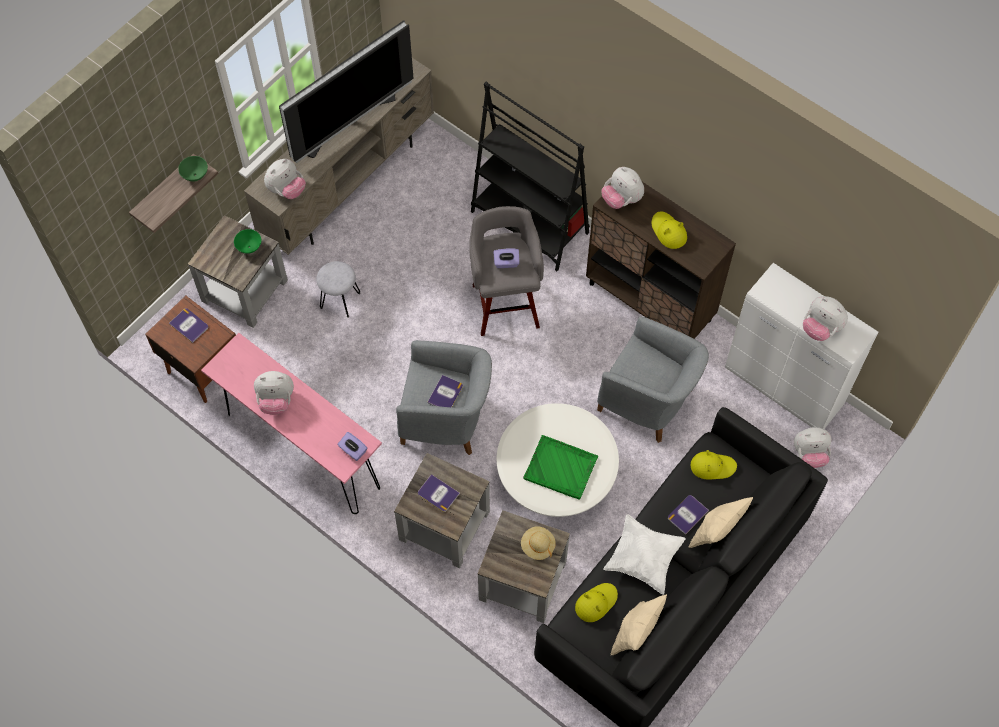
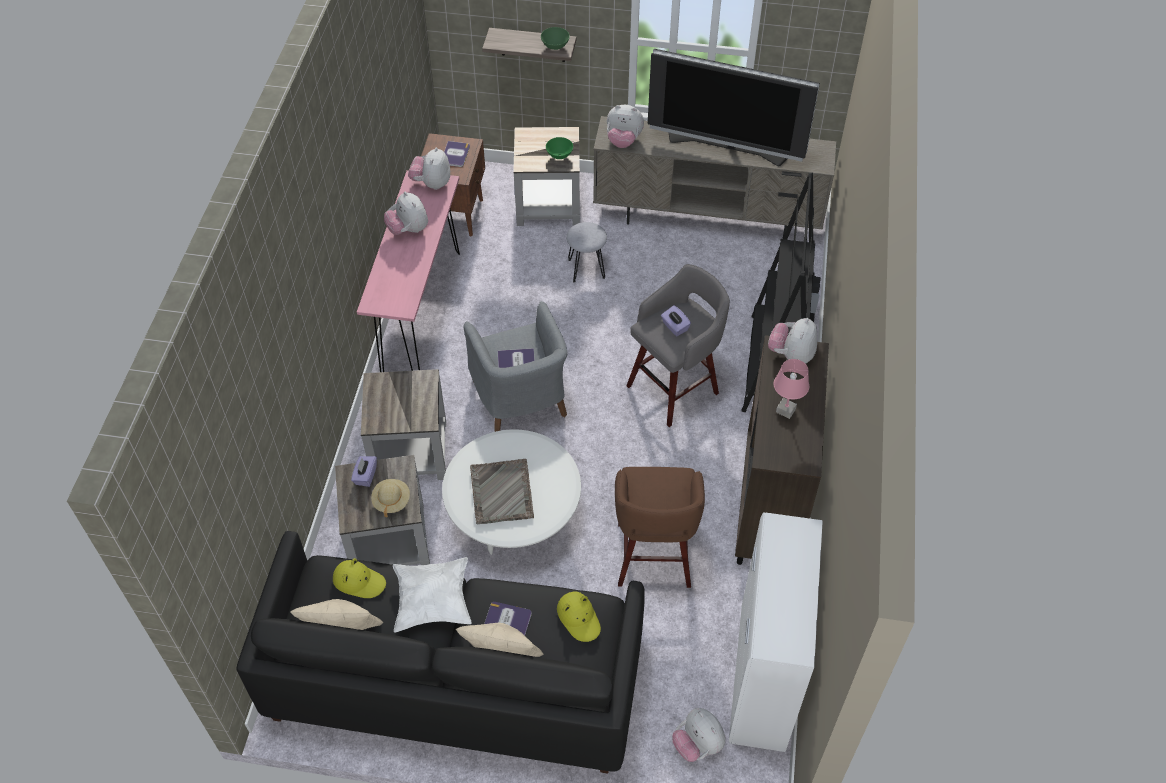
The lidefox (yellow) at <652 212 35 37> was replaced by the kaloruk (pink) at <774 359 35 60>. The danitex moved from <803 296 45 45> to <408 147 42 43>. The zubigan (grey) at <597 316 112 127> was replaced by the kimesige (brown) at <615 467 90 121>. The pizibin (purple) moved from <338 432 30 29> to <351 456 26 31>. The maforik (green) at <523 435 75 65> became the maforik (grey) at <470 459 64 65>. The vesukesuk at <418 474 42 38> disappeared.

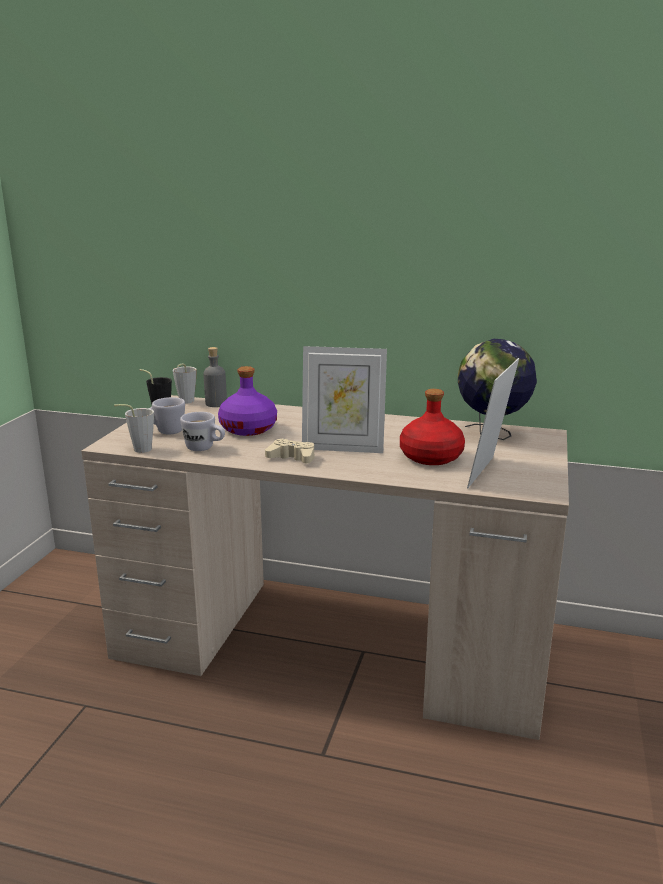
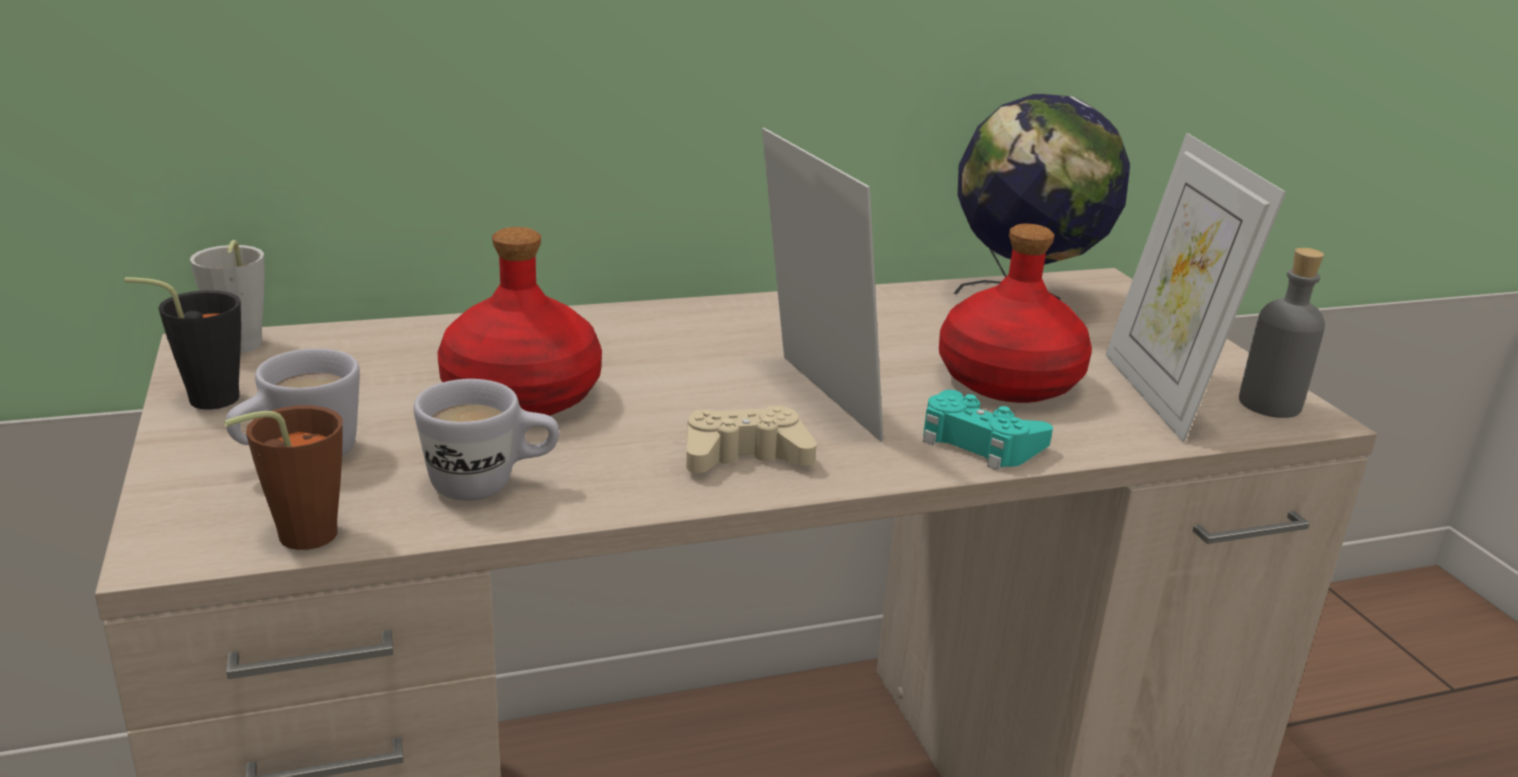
The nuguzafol at <302 346 85 107> turned 90 degrees counterclockwise. The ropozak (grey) moved from <203 347 24 60> to <1239 248 86 170>. The ropozak (purple) at <218 366 59 70> became the ropozak (red) at <438 227 164 189>. The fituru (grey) at <114 404 40 49> became the fituru (brown) at <224 405 119 145>. The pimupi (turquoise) at <923 390 130 80> appeared.

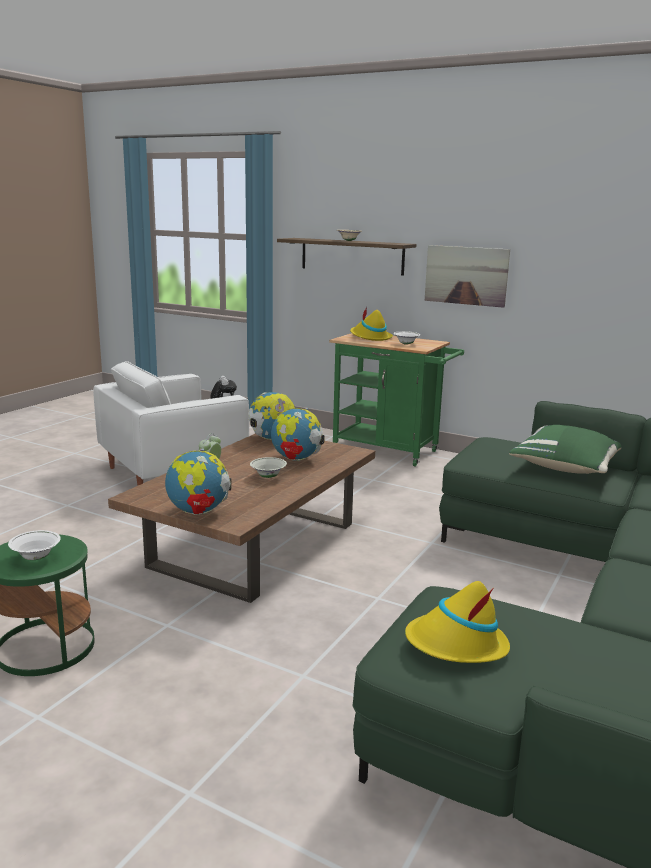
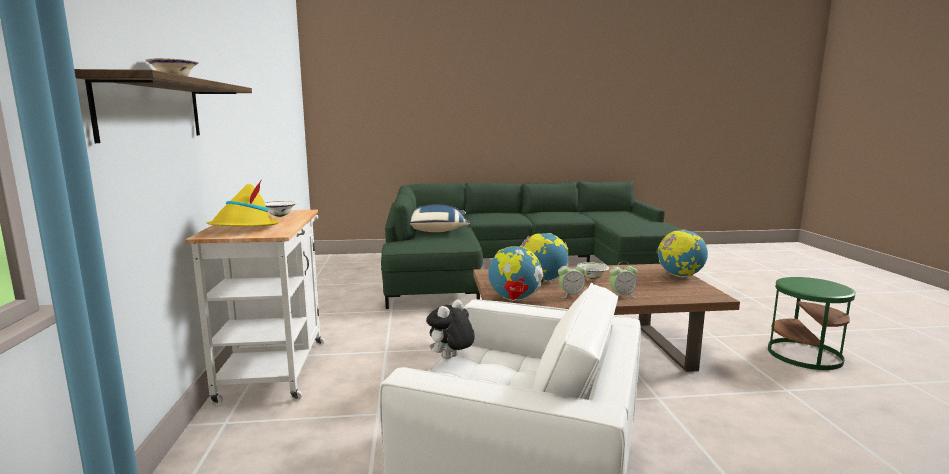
The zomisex at <425 245 85 63> disappeared. The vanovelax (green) at <329 333 135 134> became the vanovelax (white) at <185 210 139 195>. The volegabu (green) at <509 425 113 49> became the volegabu (blue) at <410 204 60 28>. The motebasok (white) at <8 530 53 30> disappeared. The lidefox (yellow) at <405 581 105 82> disappeared. The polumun at <558 261 28 37> appeared.

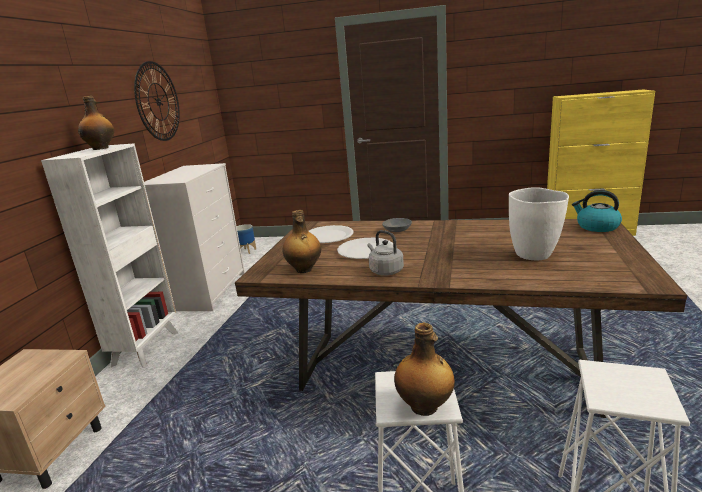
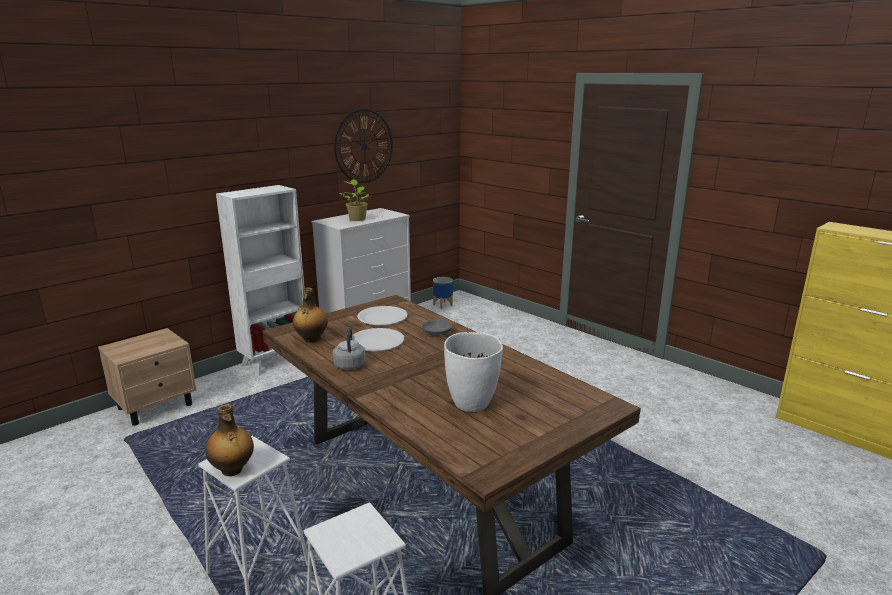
The ropozak at <78 96 36 54> disappeared. The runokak at <572 190 50 42> disappeared. The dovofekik at <340 179 31 42> appeared.

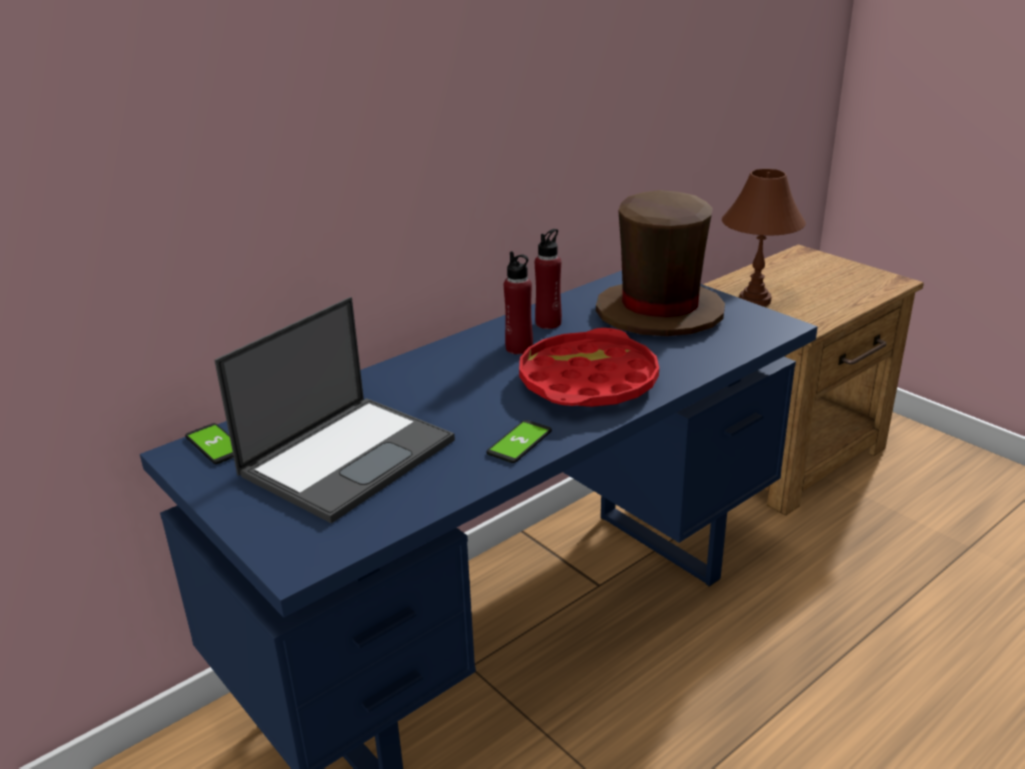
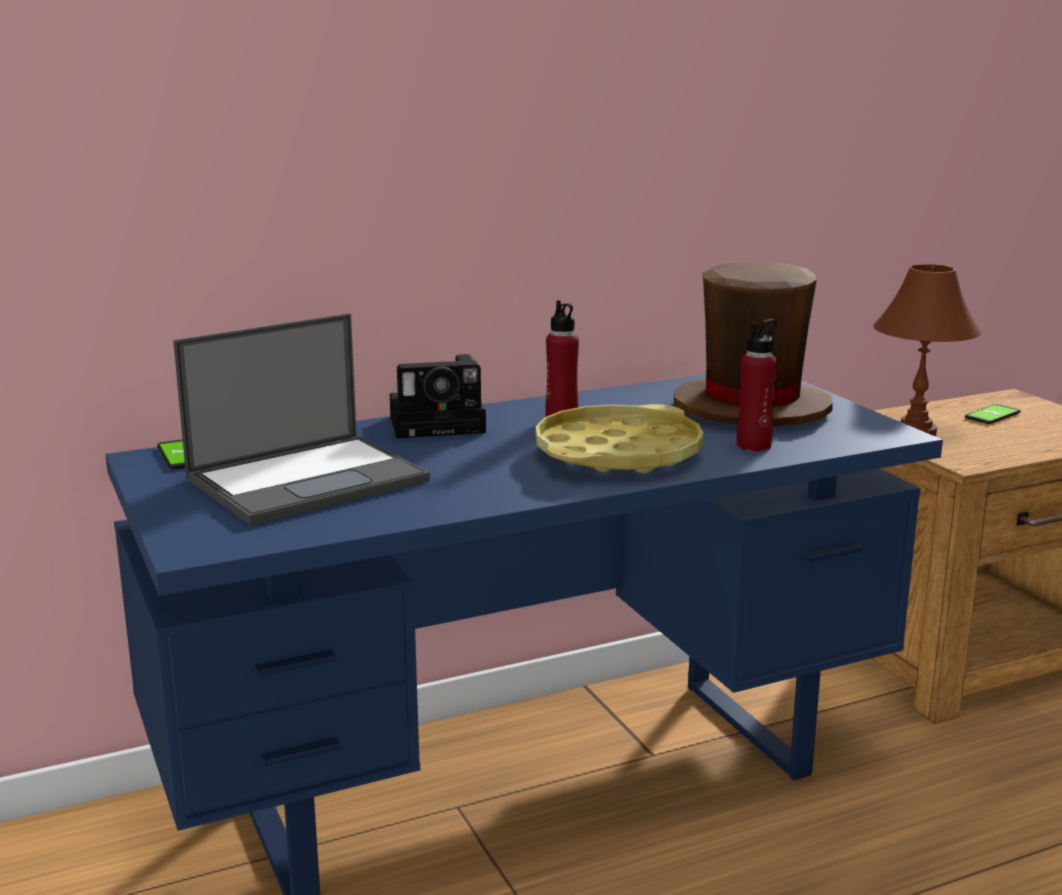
The ropozak (red) moved from <535 229 27 100> to <737 319 40 133>. The maforik (red) at <519 328 140 79> became the maforik (yellow) at <536 404 168 69>. The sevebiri moved from <487 420 65 43> to <965 404 56 20>. The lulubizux at <390 354 96 84> appeared.

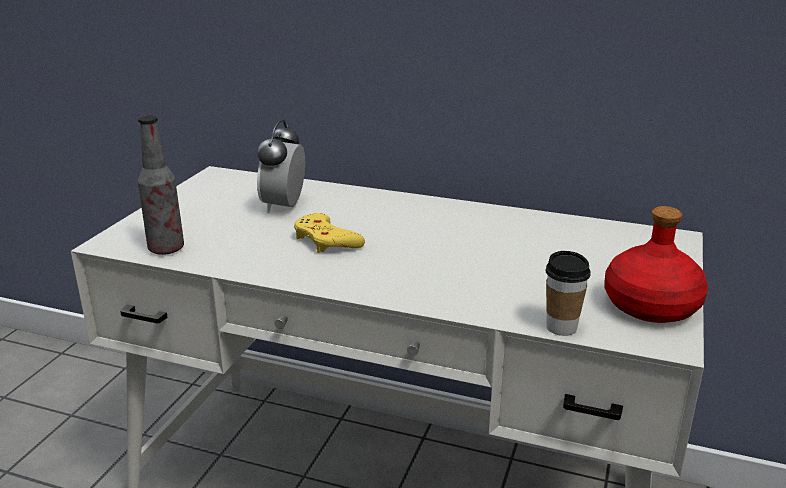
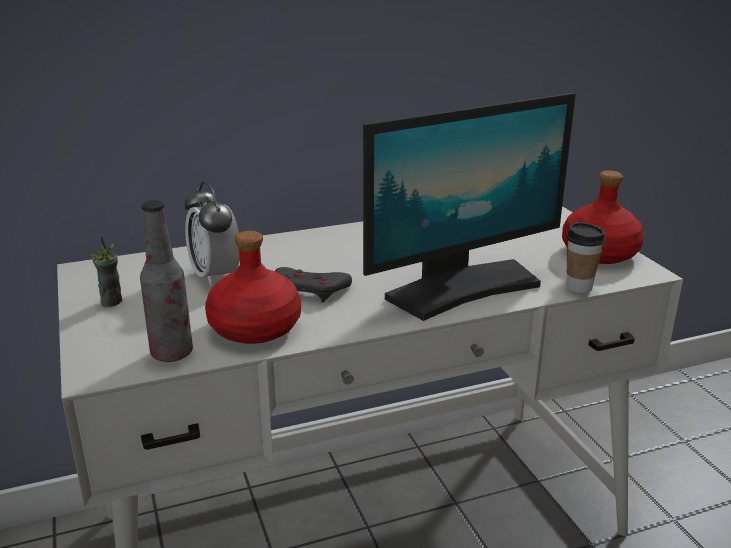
The pimupi (yellow) at <294 213 71 40> became the pimupi (grey) at <275 267 77 35>. The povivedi at <363 93 213 228> appeared. The ropozak (red) at <205 231 96 113> appeared. The fituru at <90 236 32 71> appeared.

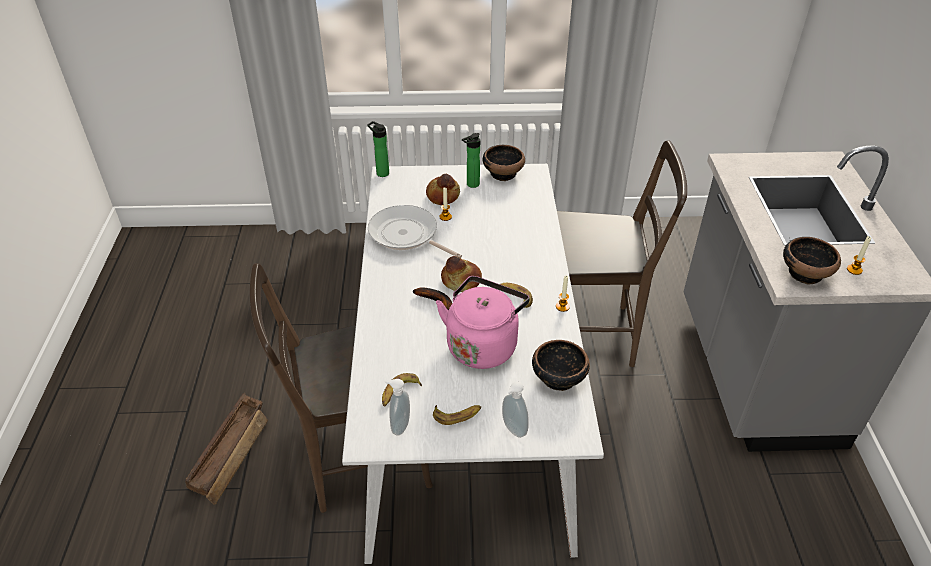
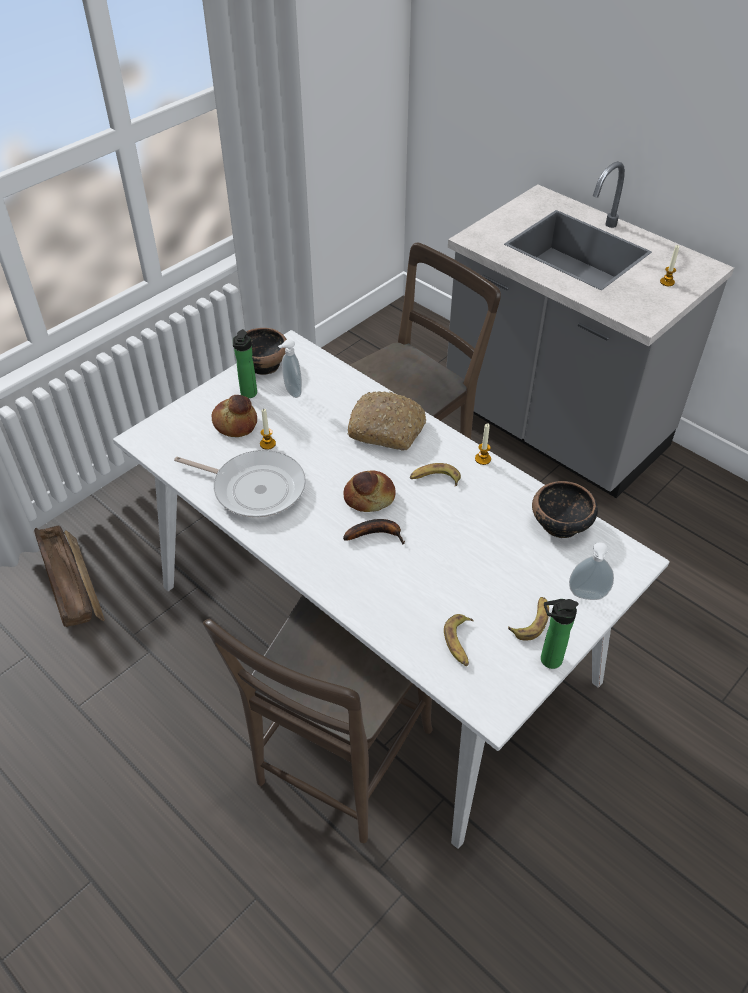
The ropozak moved from <368 121 21 56> to <541 599 38 70>. The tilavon at <368 205 94 53> turned 150 degrees counterclockwise. The motebasok at <783 237 58 47> disappeared. The runokak (pink) at <436 276 94 93> disappeared. The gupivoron moved from <385 379 25 57> to <278 339 24 59>. The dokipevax moved from <185 393 83 112> to <34 525 71 102>. The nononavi at <347 391 79 59> appeared.

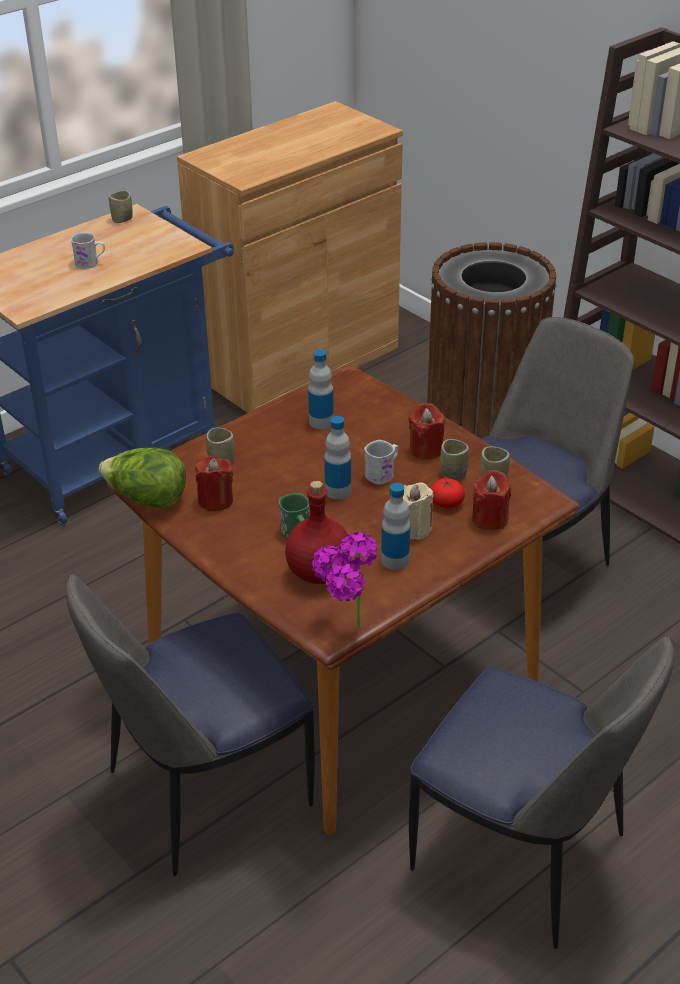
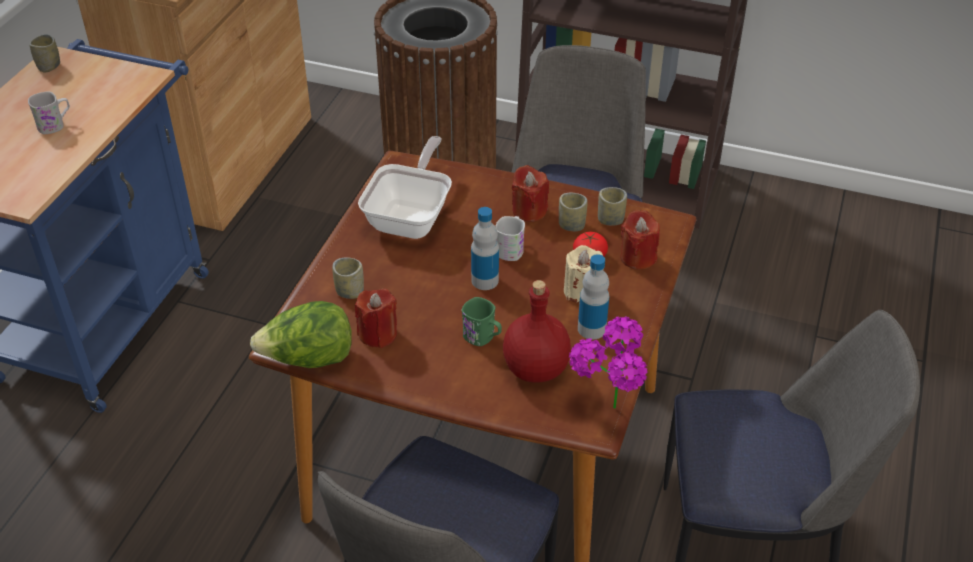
The ropozak at <308 349 26 80> was replaced by the tilavon at <358 136 94 103>.

